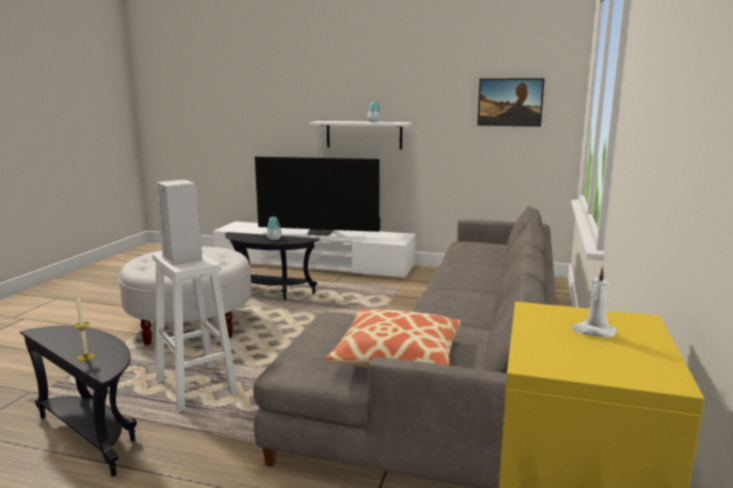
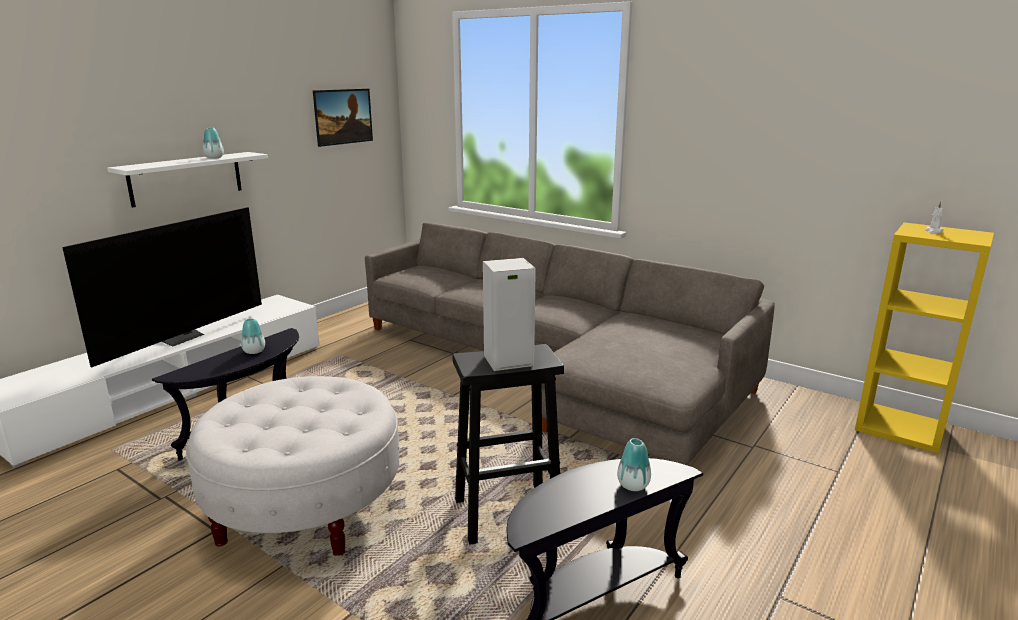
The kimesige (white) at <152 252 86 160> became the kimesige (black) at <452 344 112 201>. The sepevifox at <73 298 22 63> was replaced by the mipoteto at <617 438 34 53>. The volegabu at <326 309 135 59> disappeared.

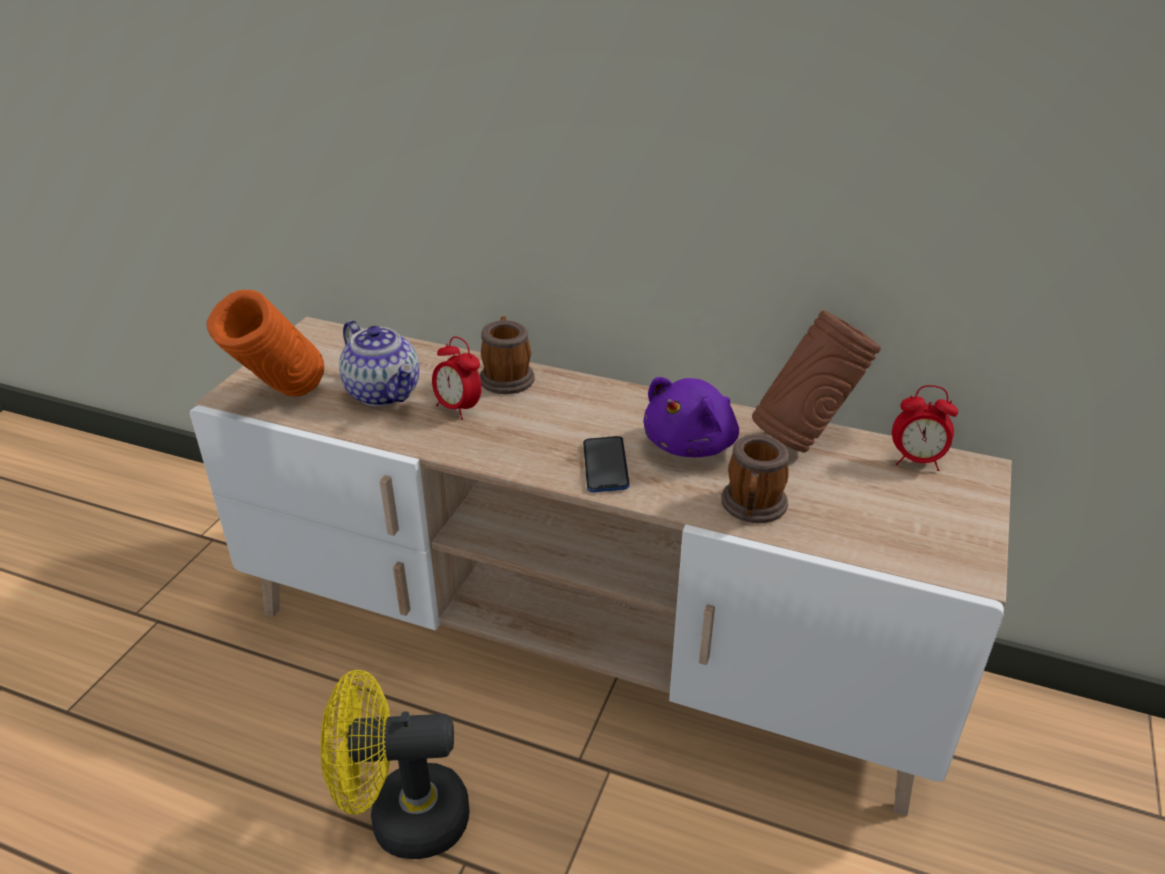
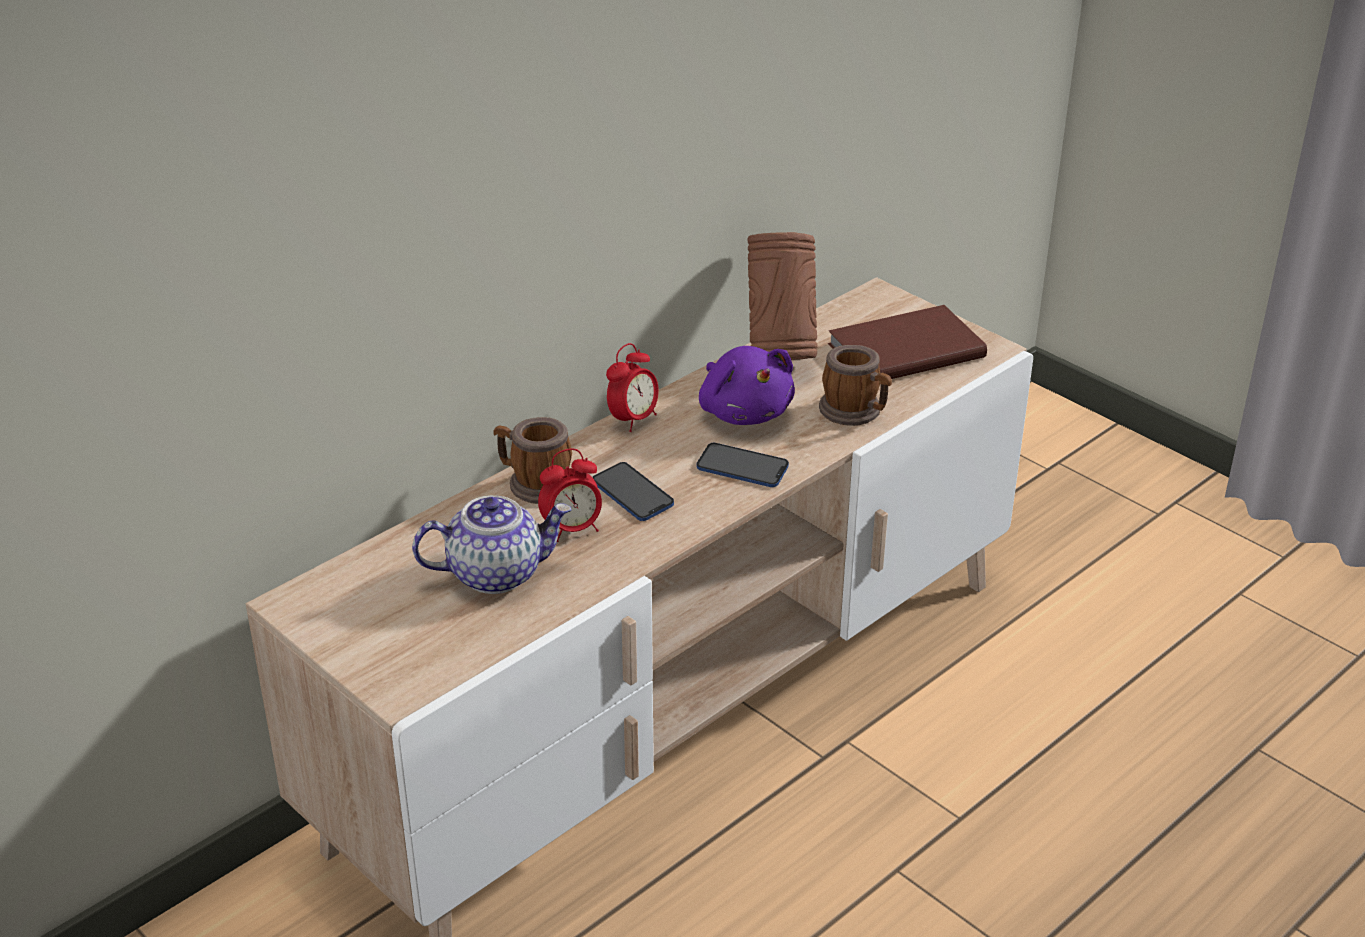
The mipoteto (orange) at <207 290 117 107> disappeared. The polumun moved from <892 385 66 86> to <606 343 53 89>. The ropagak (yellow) at <320 670 149 189> disappeared. The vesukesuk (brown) at <828 305 159 74> appeared. The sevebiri at <592 462 82 59> appeared.

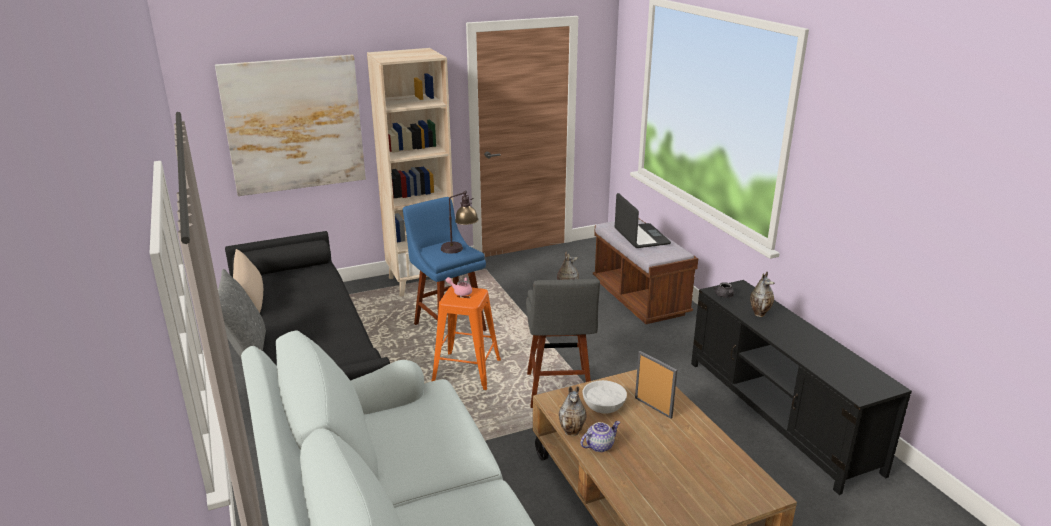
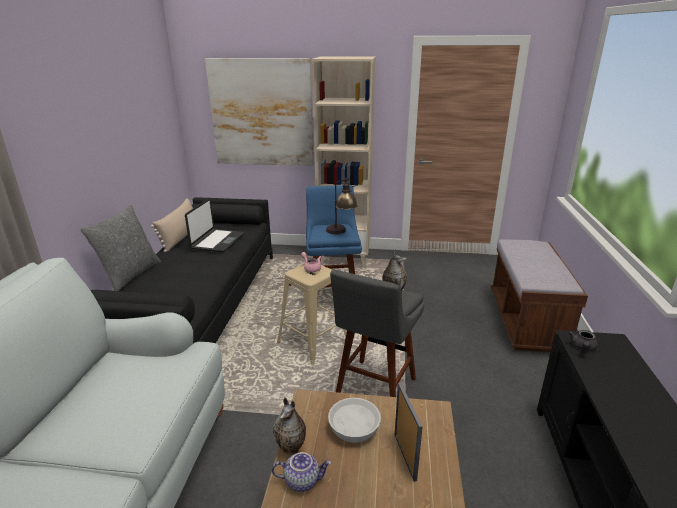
The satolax moved from <615 193 56 55> to <185 199 59 53>. The mipoteto at <750 272 25 45> disappeared. The kimesige (orange) at <431 286 70 104> became the kimesige (beige) at <277 264 70 101>.

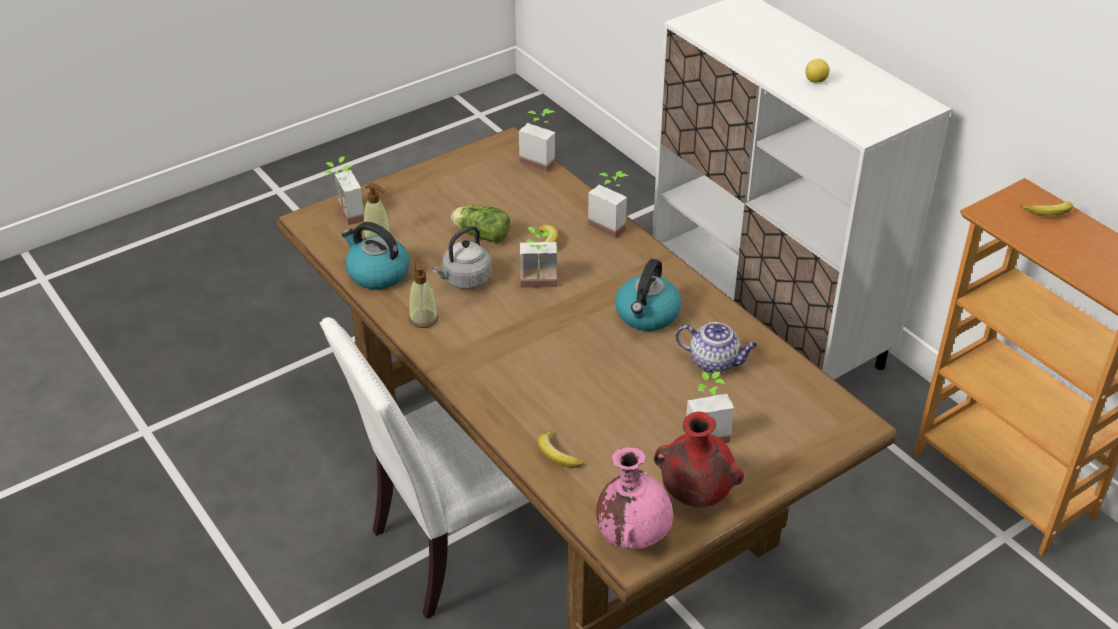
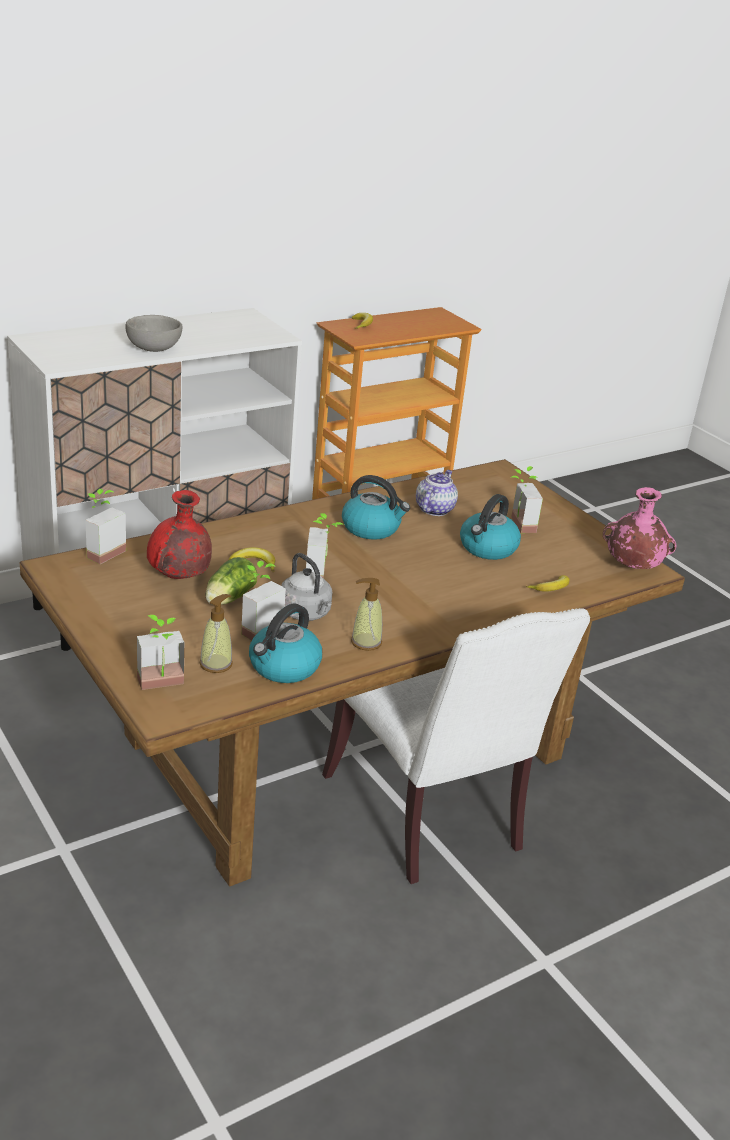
The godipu at <806 59 24 24> disappeared. The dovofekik moved from <588 171 40 68> to <241 561 45 80>. The mipoteto (red) moved from <654 411 90 96> to <147 490 65 89>. The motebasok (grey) at <125 315 57 37> appeared. The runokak at <460 494 61 66> appeared.

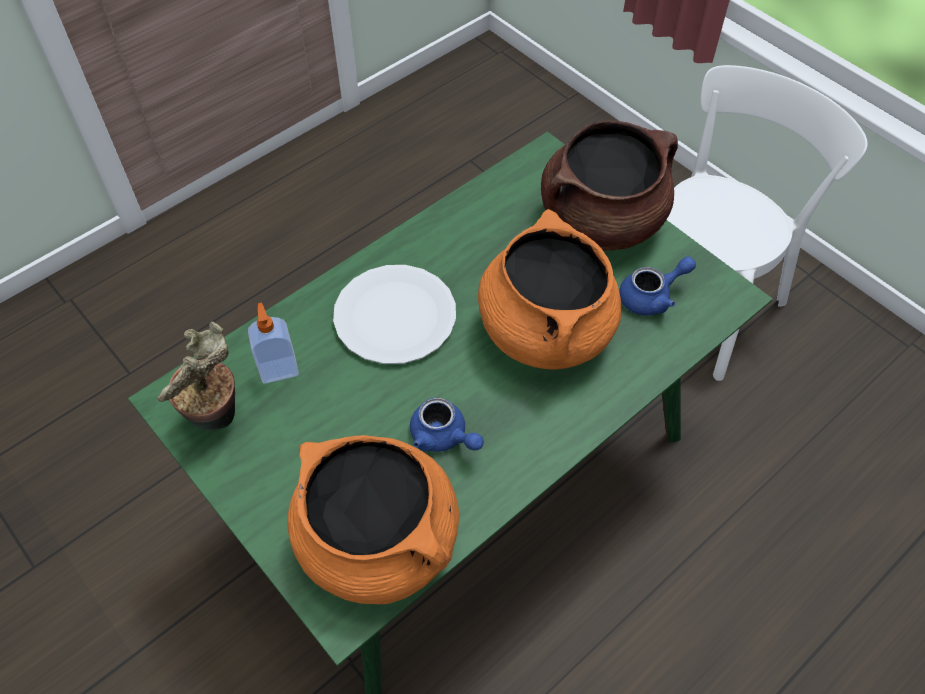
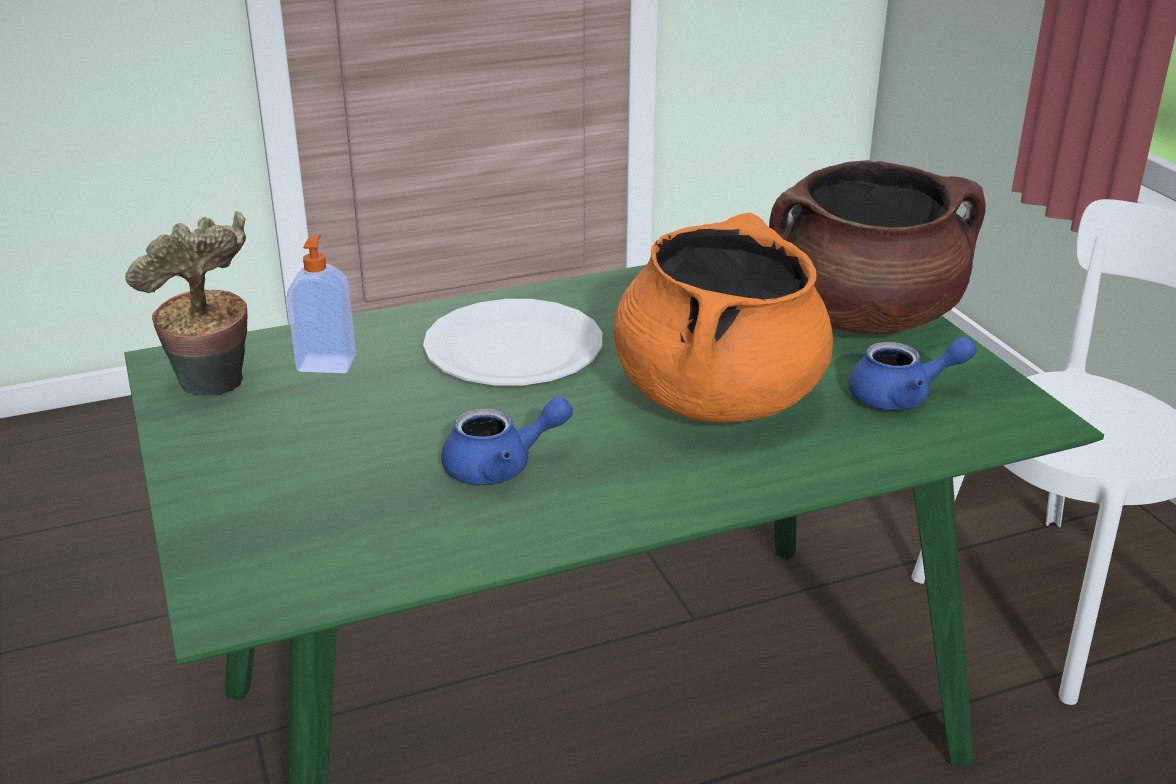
The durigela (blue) at <410 397 74 55> turned 75 degrees counterclockwise. The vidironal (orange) at <287 435 172 169> disappeared.

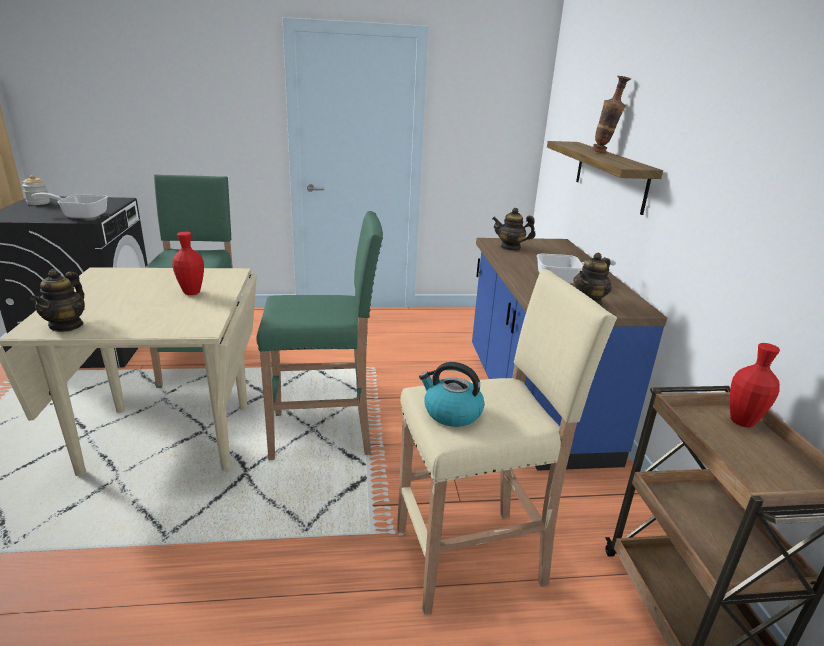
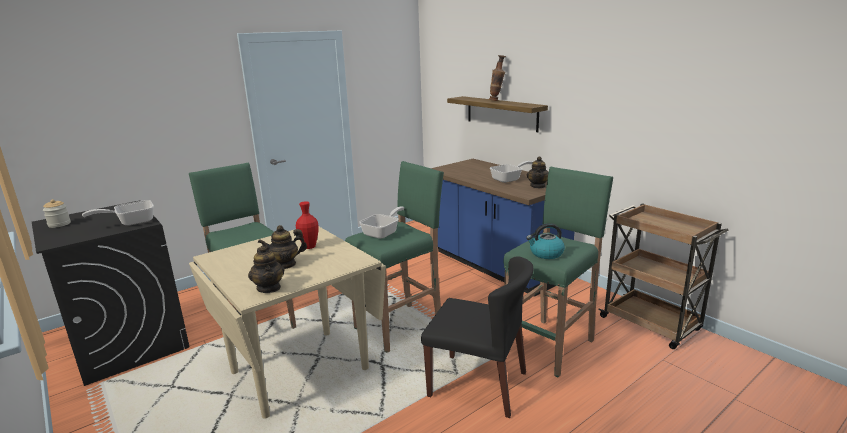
The durigela moved from <492 208 44 43> to <258 225 49 44>. The kimesige (beige) at <397 269 220 347> became the kimesige (green) at <503 167 110 211>. The mipoteto (red) at <730 343 50 85> disappeared. The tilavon at <359 206 45 33> appeared. The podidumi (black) at <421 256 112 162> appeared.

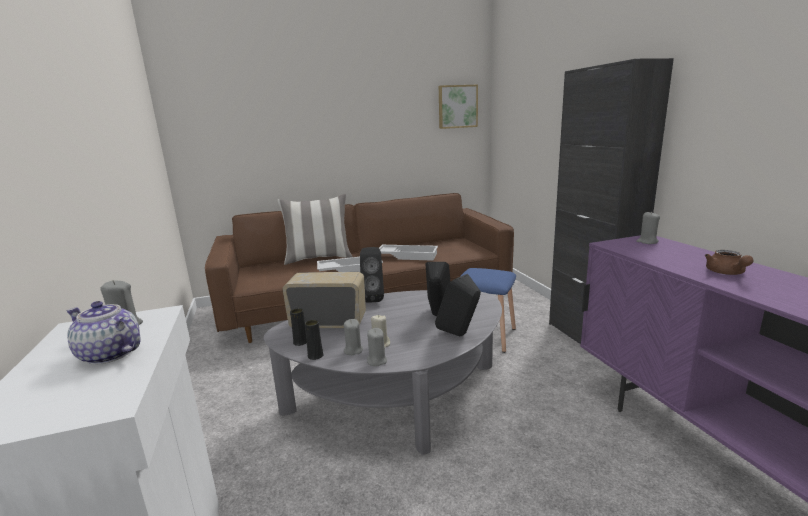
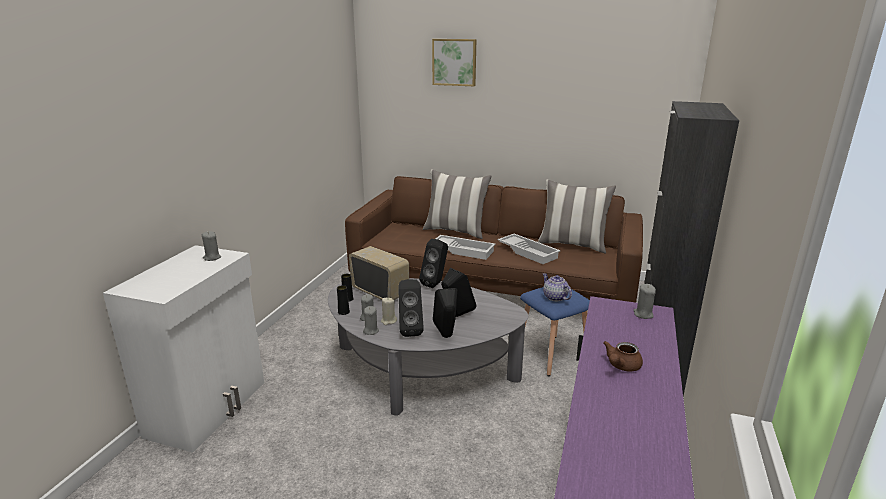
The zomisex moved from <439 85 39 44> to <432 39 44 47>. The durigela moved from <67 301 74 64> to <543 273 29 28>. The volegabu at <538 180 78 73> appeared. The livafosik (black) at <398 279 26 58> appeared.

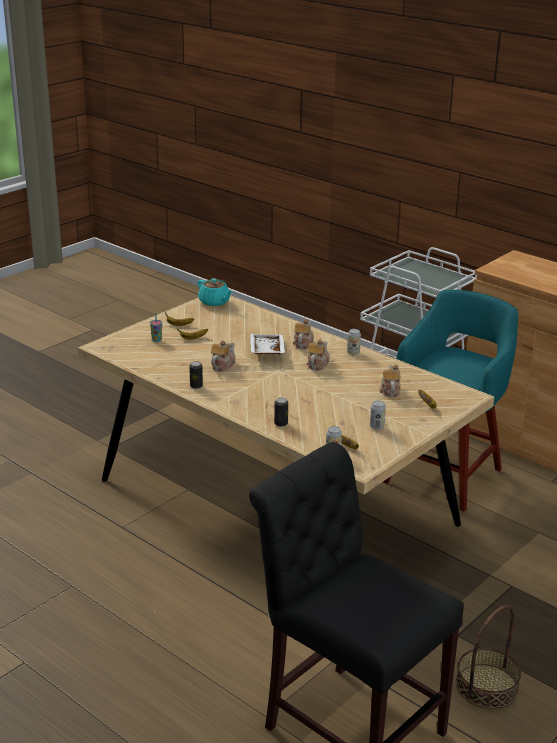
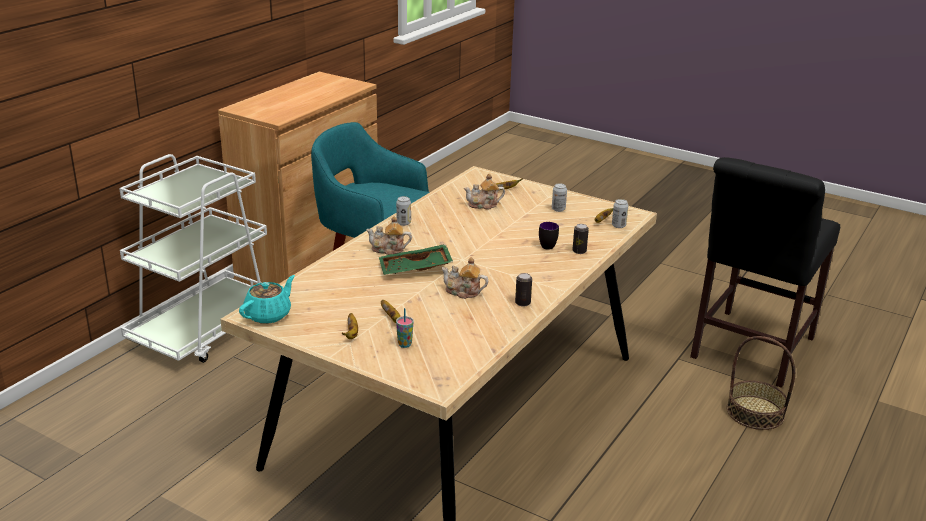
The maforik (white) at <250 334 35 21> became the maforik (green) at <379 244 74 31>. The durigela at <307 339 22 32> disappeared. The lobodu moved from <456 605 65 104> to <727 336 68 94>. The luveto at <539 222 20 28> appeared.

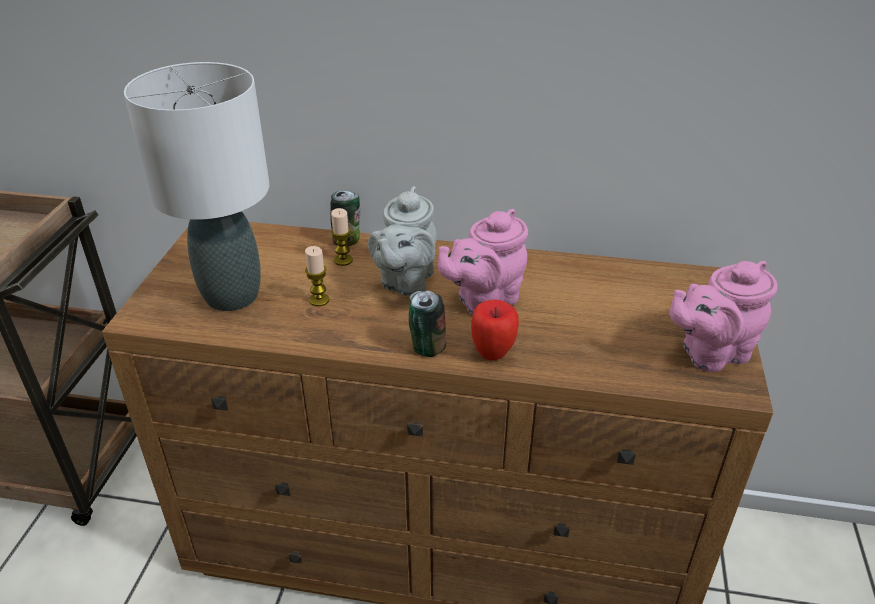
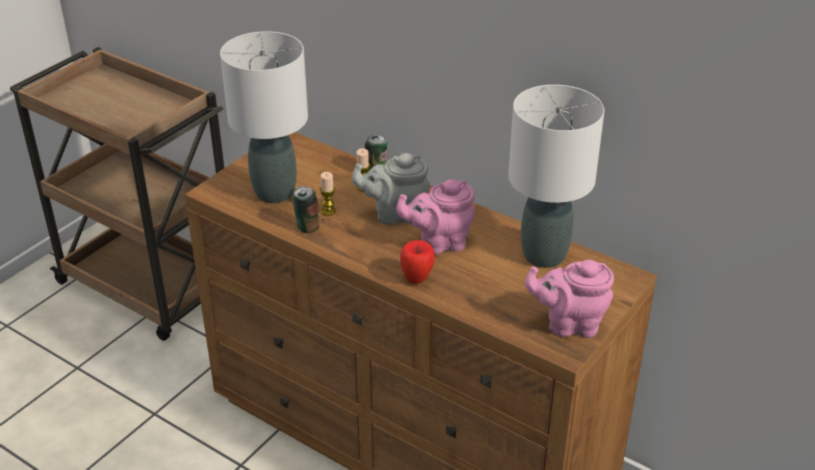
The durigela (grey) at <368 186 69 111> turned 45 degrees clockwise. The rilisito moved from <409 290 37 67> to <293 186 26 47>. The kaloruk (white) at <508 85 96 183> appeared.

